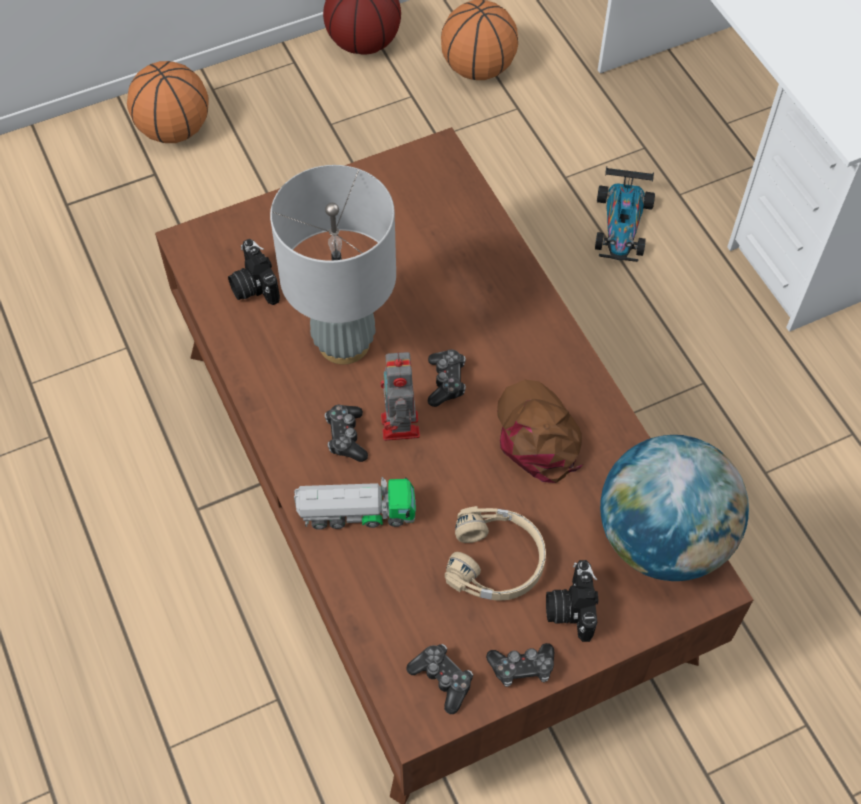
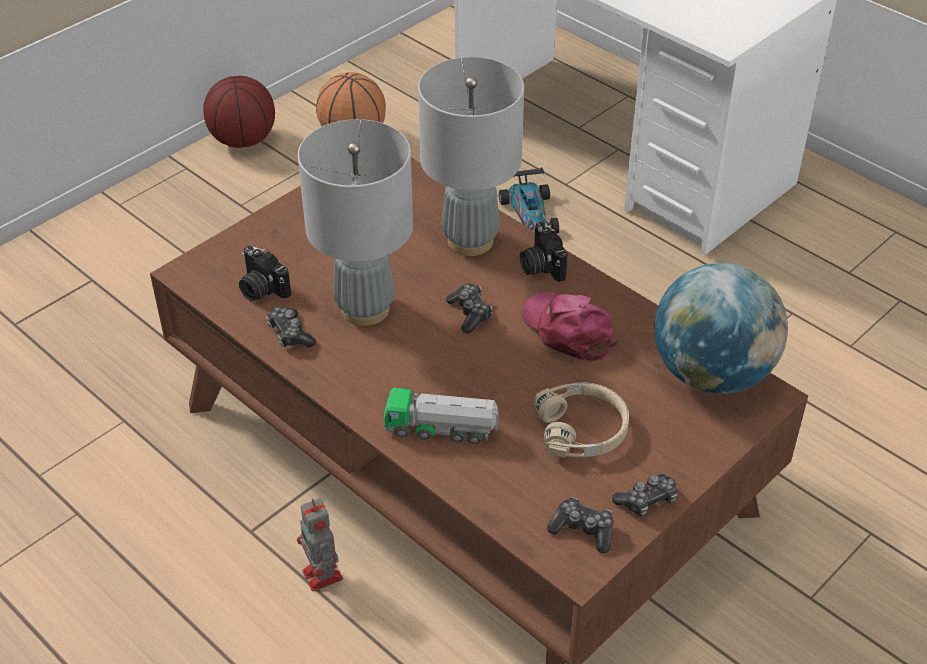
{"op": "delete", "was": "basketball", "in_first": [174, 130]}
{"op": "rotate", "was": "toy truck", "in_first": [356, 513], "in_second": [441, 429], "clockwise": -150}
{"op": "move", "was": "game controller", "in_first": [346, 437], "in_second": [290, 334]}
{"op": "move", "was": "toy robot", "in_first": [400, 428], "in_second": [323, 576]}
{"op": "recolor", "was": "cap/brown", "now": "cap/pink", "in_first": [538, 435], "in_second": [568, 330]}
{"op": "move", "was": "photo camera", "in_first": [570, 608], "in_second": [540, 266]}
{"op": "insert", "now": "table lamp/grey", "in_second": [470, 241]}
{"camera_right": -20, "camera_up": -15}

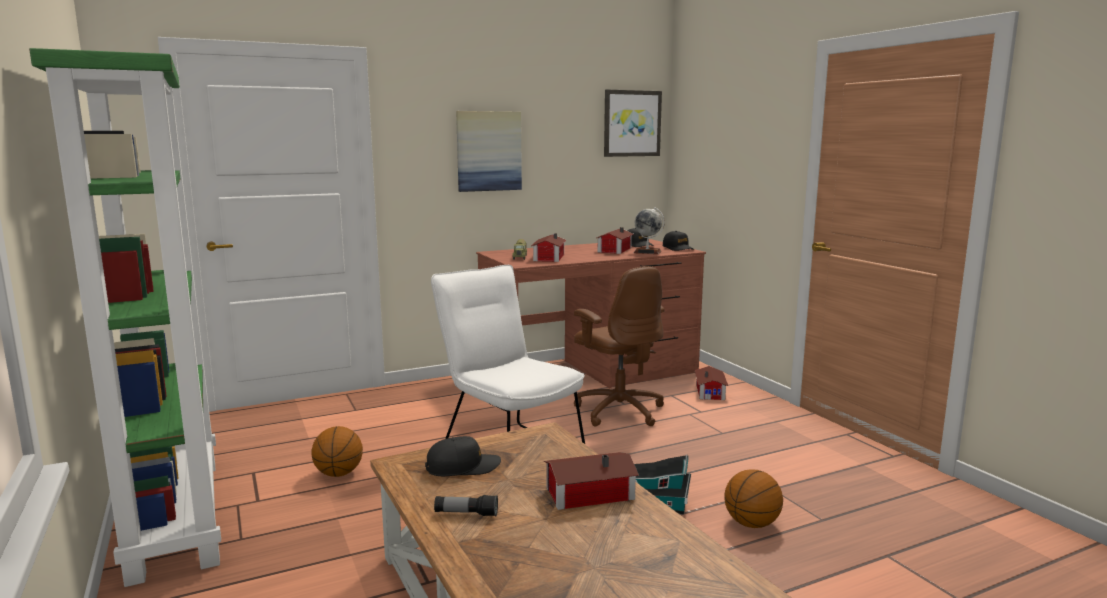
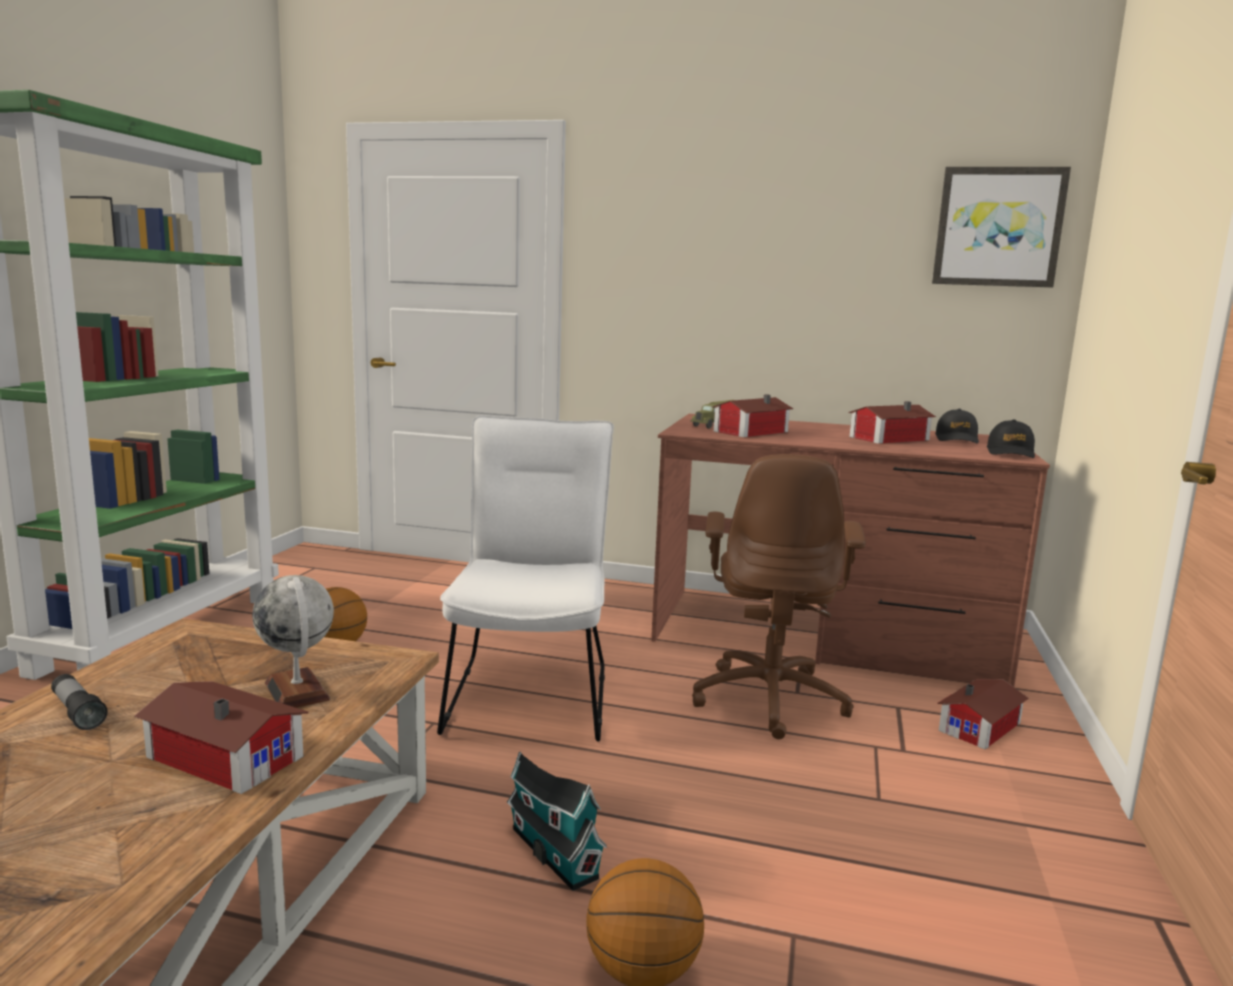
{"op": "delete", "was": "cap/black", "in_first": [463, 467]}
{"op": "delete", "was": "picture", "in_first": [488, 151]}
{"op": "move", "was": "globe", "in_first": [647, 252], "in_second": [297, 691]}
{"camera_right": 40, "camera_up": 0}

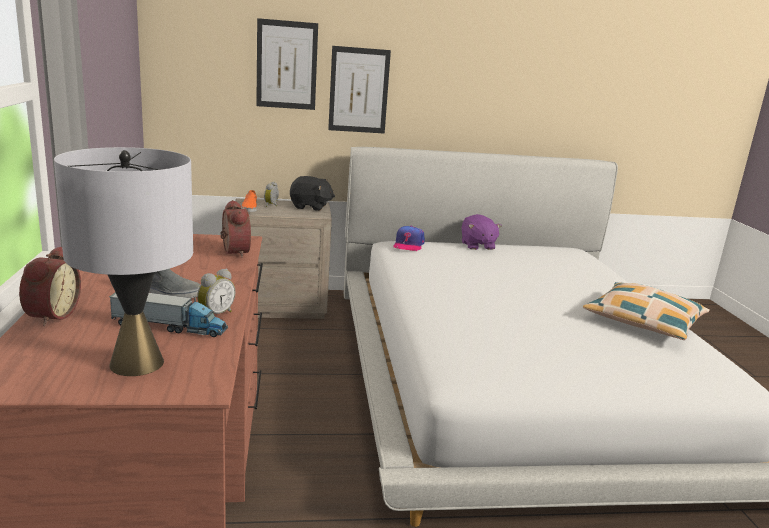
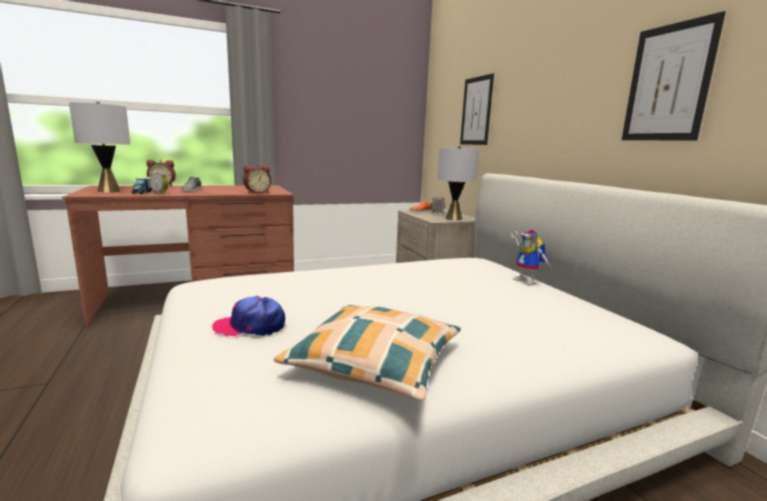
{"op": "replace", "was": "plush toy/black", "now": "table lamp/grey", "in_first": [310, 207], "in_second": [453, 218]}
{"op": "move", "was": "picture", "in_first": [359, 90], "in_second": [668, 83]}
{"op": "move", "was": "cap", "in_first": [408, 245], "in_second": [250, 326]}
{"op": "replace", "was": "plush toy/purple", "now": "toy robot", "in_first": [477, 246], "in_second": [528, 282]}
{"camera_right": 75, "camera_up": -5}

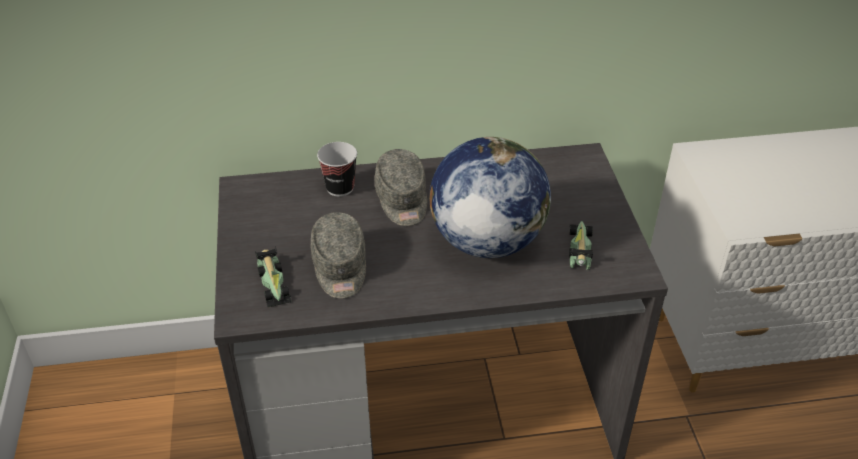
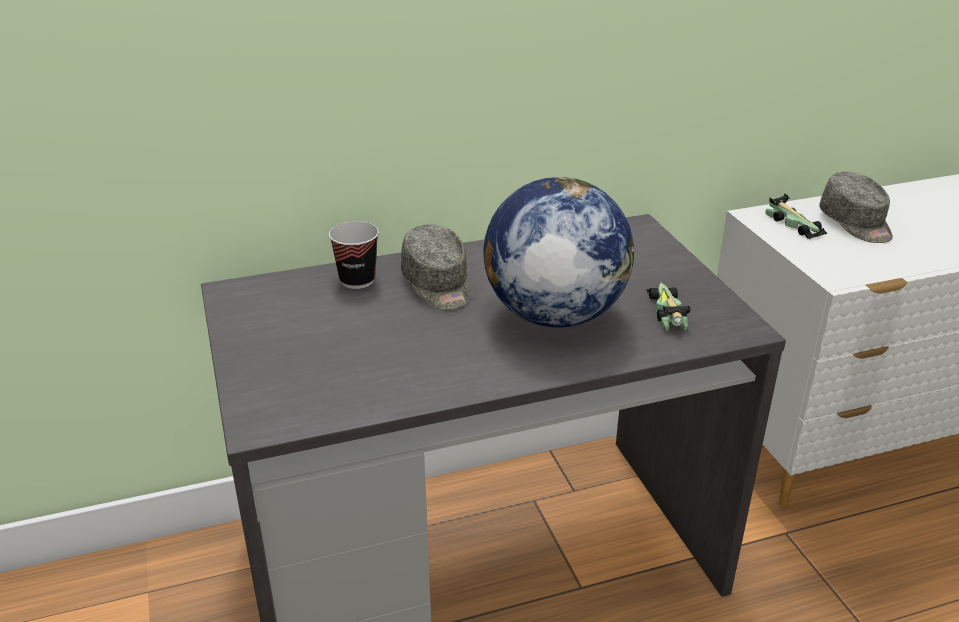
{"op": "move", "was": "toy car", "in_first": [272, 281], "in_second": [792, 223]}
{"op": "move", "was": "cap/grey", "in_first": [340, 267], "in_second": [856, 224]}
{"camera_right": -10, "camera_up": -10}

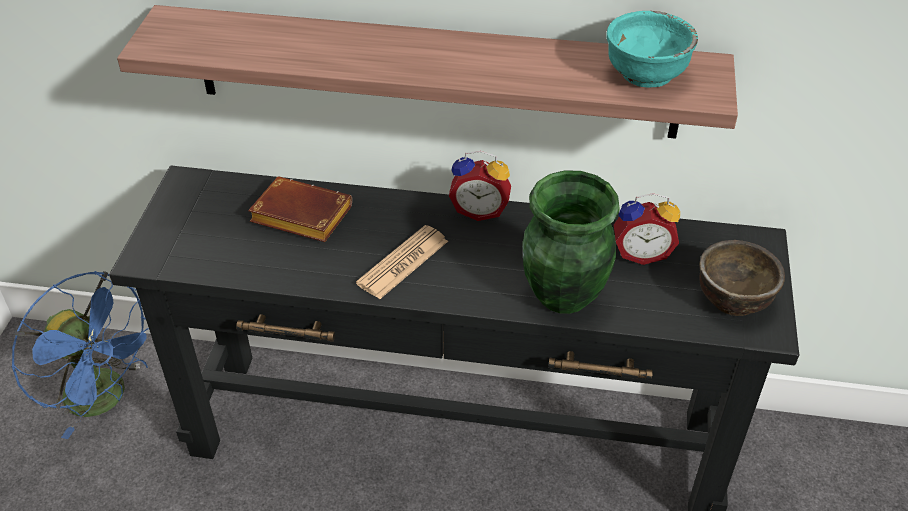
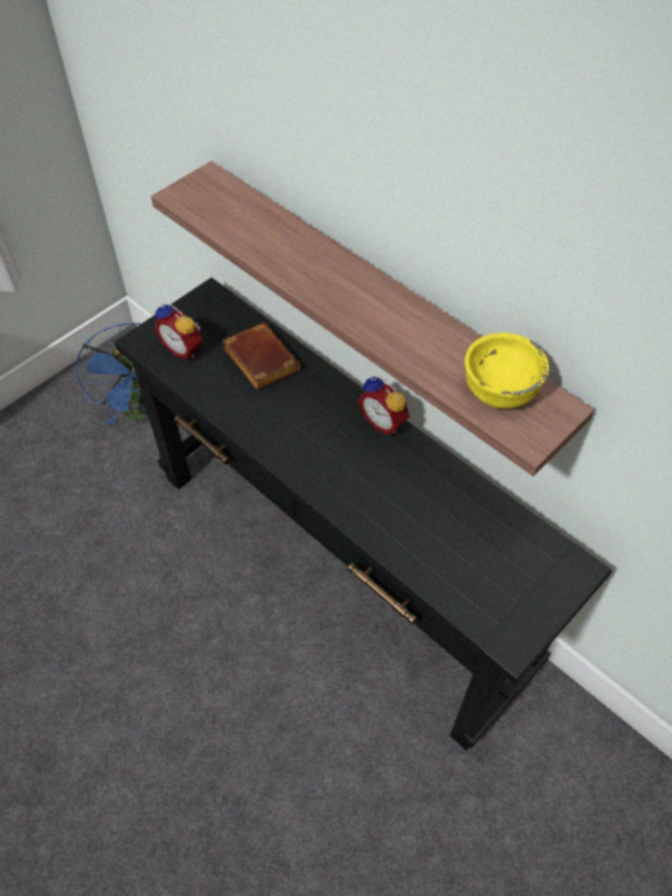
{"op": "delete", "was": "newspaper", "in_first": [403, 262]}
{"op": "delete", "was": "vase/green", "in_first": [564, 296]}
{"op": "recolor", "was": "bowl/turquoise", "now": "bowl/yellow", "in_first": [646, 74], "in_second": [500, 391]}
{"op": "move", "was": "alarm clock", "in_first": [641, 252], "in_second": [184, 348]}
{"op": "delete", "was": "bowl/brown", "in_first": [732, 298]}
{"camera_right": 35, "camera_up": 10}

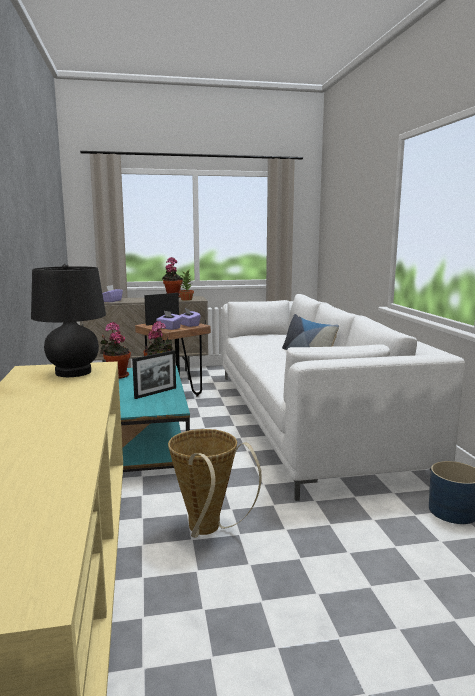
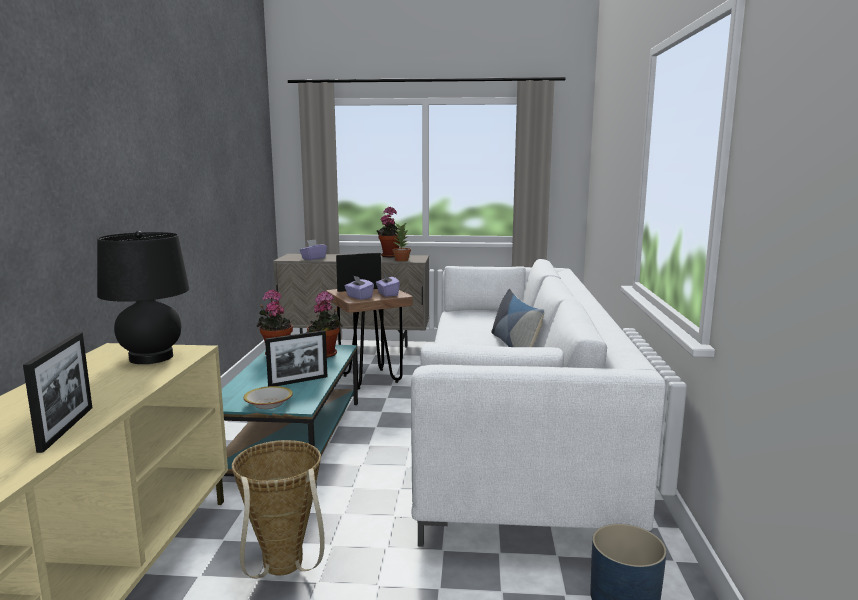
{"op": "insert", "now": "picture frame", "in_second": [66, 428]}
{"op": "insert", "now": "bowl", "in_second": [269, 404]}
{"camera_right": 15, "camera_up": 0}

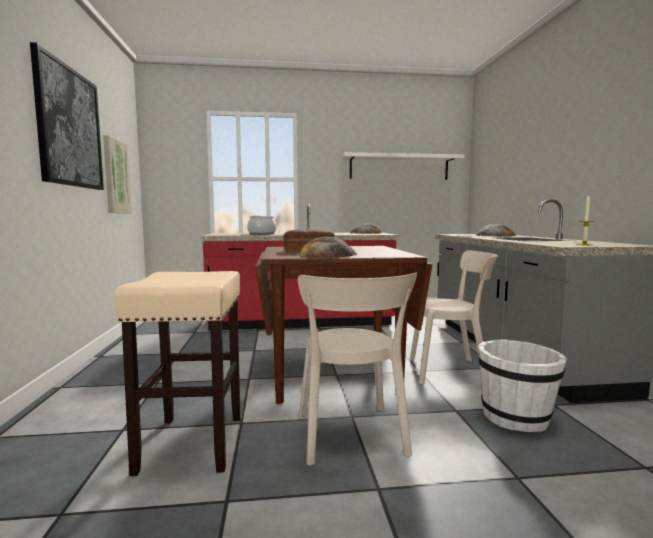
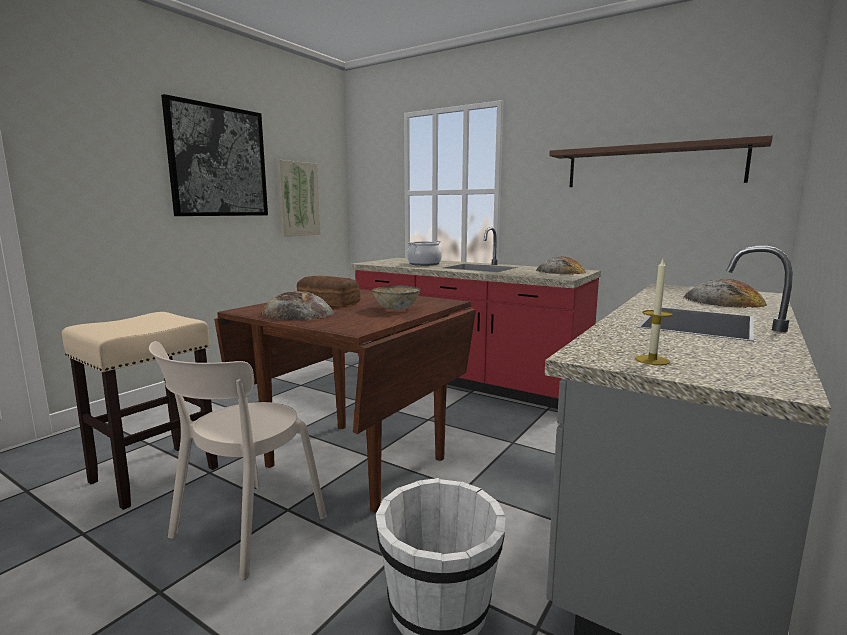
{"op": "recolor", "was": "shelf/white", "now": "shelf/brown", "in_first": [399, 167], "in_second": [652, 166]}
{"op": "delete", "was": "chair/beige", "in_first": [451, 371]}
{"op": "insert", "now": "bowl", "in_second": [397, 308]}
{"camera_right": 40, "camera_up": 5}

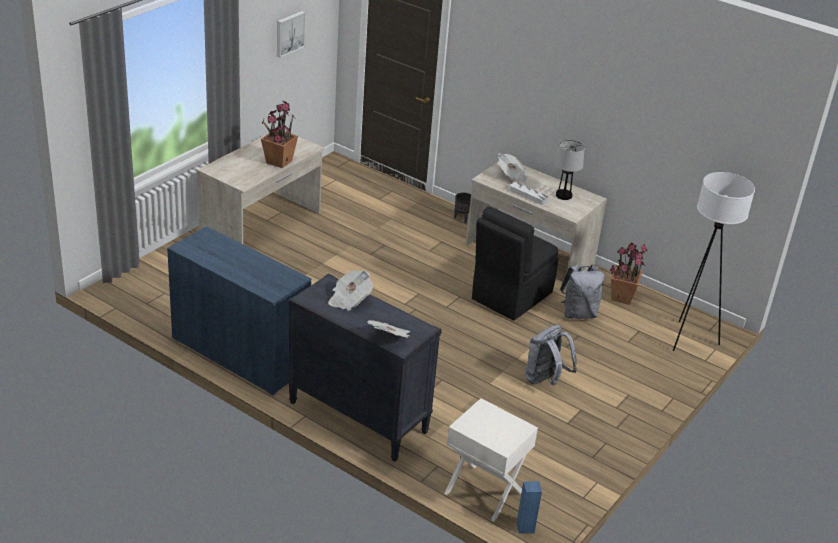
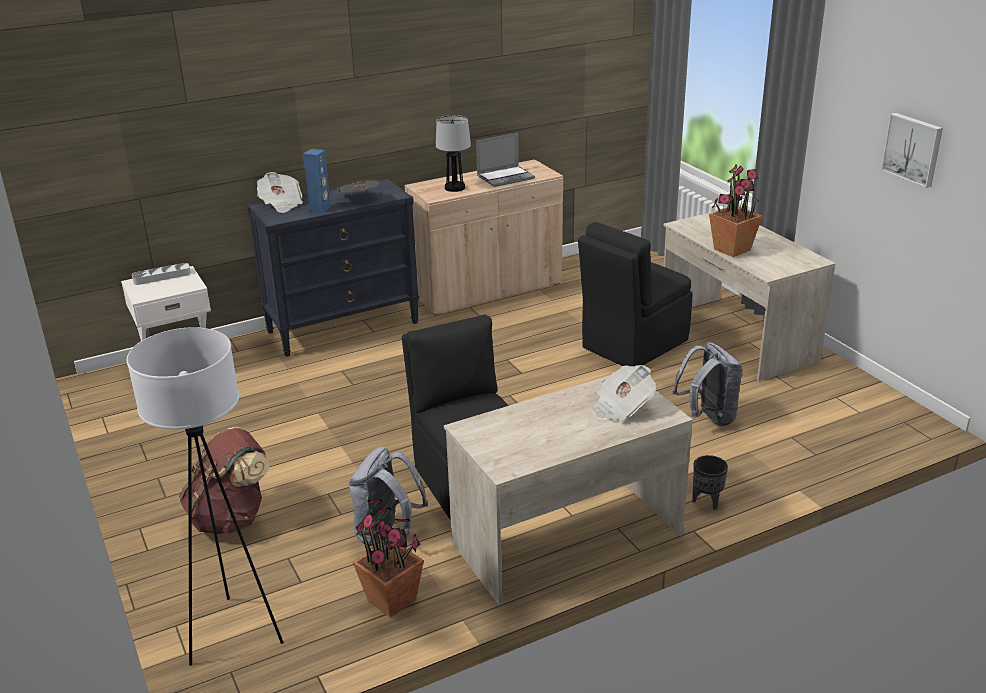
{"op": "recolor", "was": "cabinet/blue", "now": "cabinet/beige", "in_first": [240, 354], "in_second": [487, 289]}
{"op": "move", "was": "tray/grey", "in_first": [528, 195], "in_second": [162, 277]}
{"op": "move", "was": "speaker/blue", "in_first": [525, 527], "in_second": [320, 209]}
{"op": "move", "was": "backpack/grey", "in_first": [545, 380], "in_second": [708, 417]}
{"op": "move", "was": "table lamp", "in_first": [563, 195], "in_second": [455, 188]}
{"op": "insert", "now": "backpack/brown", "in_second": [231, 518]}
{"op": "insert", "now": "laptop", "in_second": [506, 177]}
{"op": "insert", "now": "chair/black", "in_second": [632, 345]}
{"camera_right": 120, "camera_up": -5}

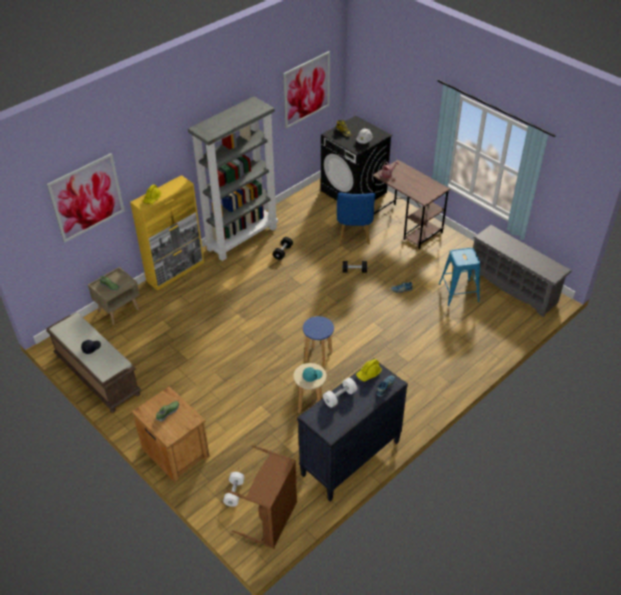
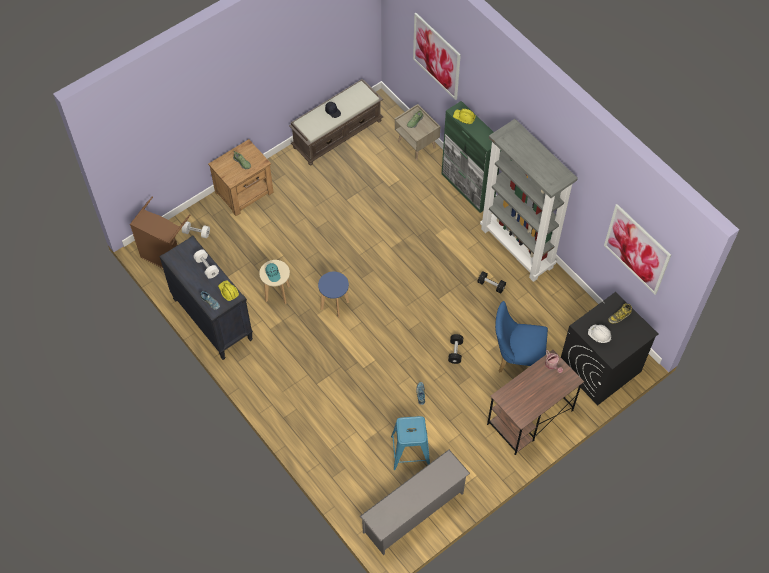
{"op": "recolor", "was": "cabinet/yellow", "now": "cabinet/green", "in_first": [176, 272], "in_second": [467, 189]}
{"camera_right": 95, "camera_up": 15}

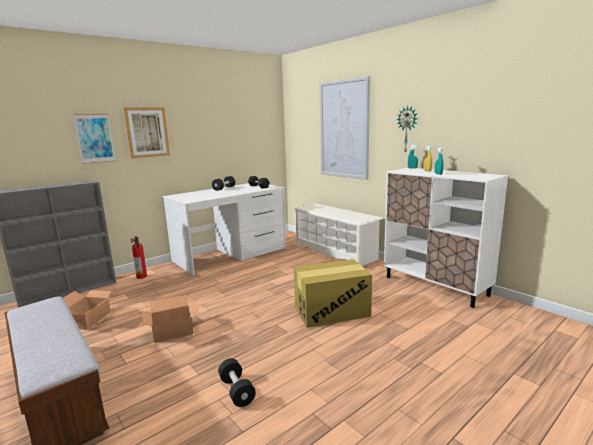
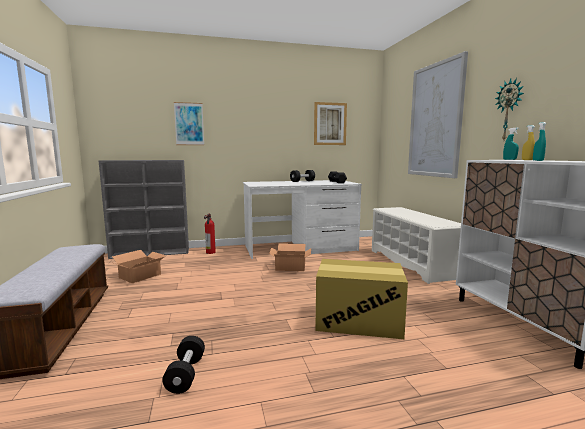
{"op": "move", "was": "picture", "in_first": [147, 132], "in_second": [330, 124]}
{"op": "move", "was": "cardboard box", "in_first": [173, 331], "in_second": [290, 267]}
{"camera_right": 25, "camera_up": -5}

